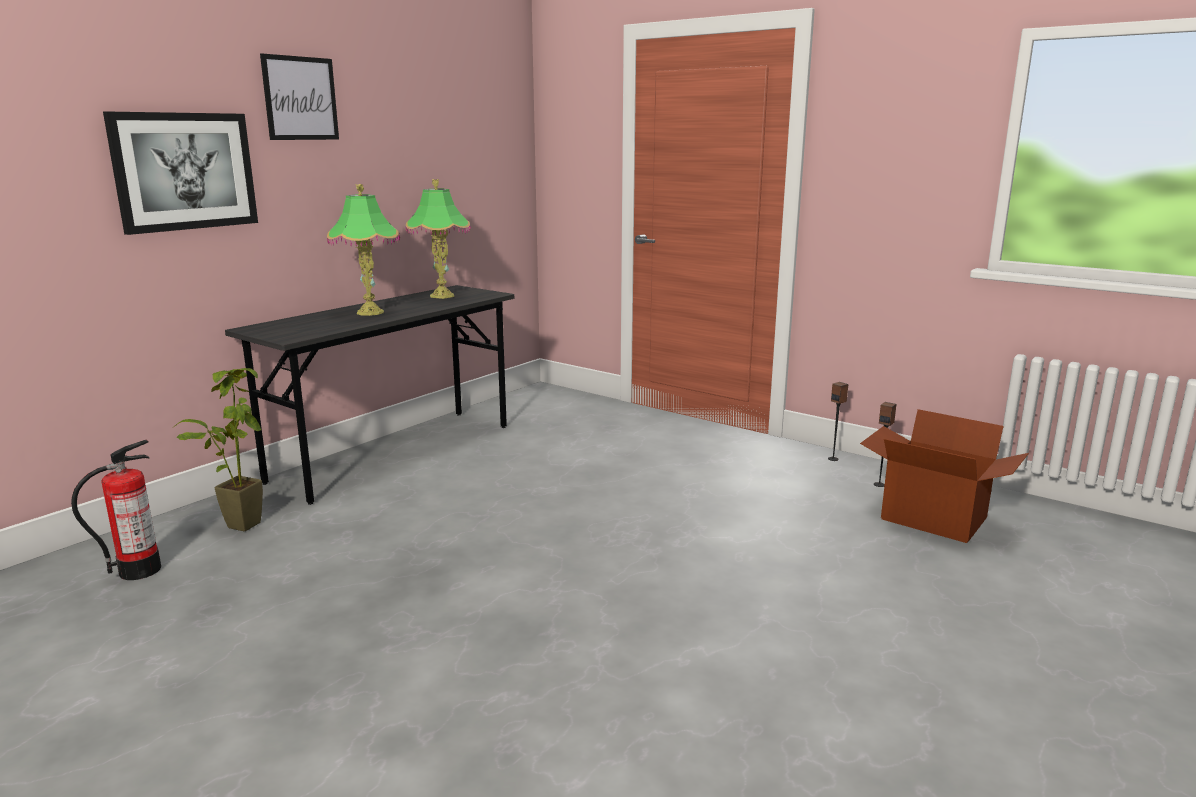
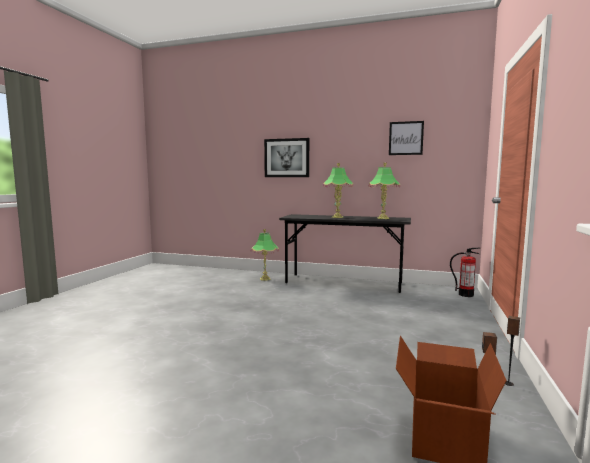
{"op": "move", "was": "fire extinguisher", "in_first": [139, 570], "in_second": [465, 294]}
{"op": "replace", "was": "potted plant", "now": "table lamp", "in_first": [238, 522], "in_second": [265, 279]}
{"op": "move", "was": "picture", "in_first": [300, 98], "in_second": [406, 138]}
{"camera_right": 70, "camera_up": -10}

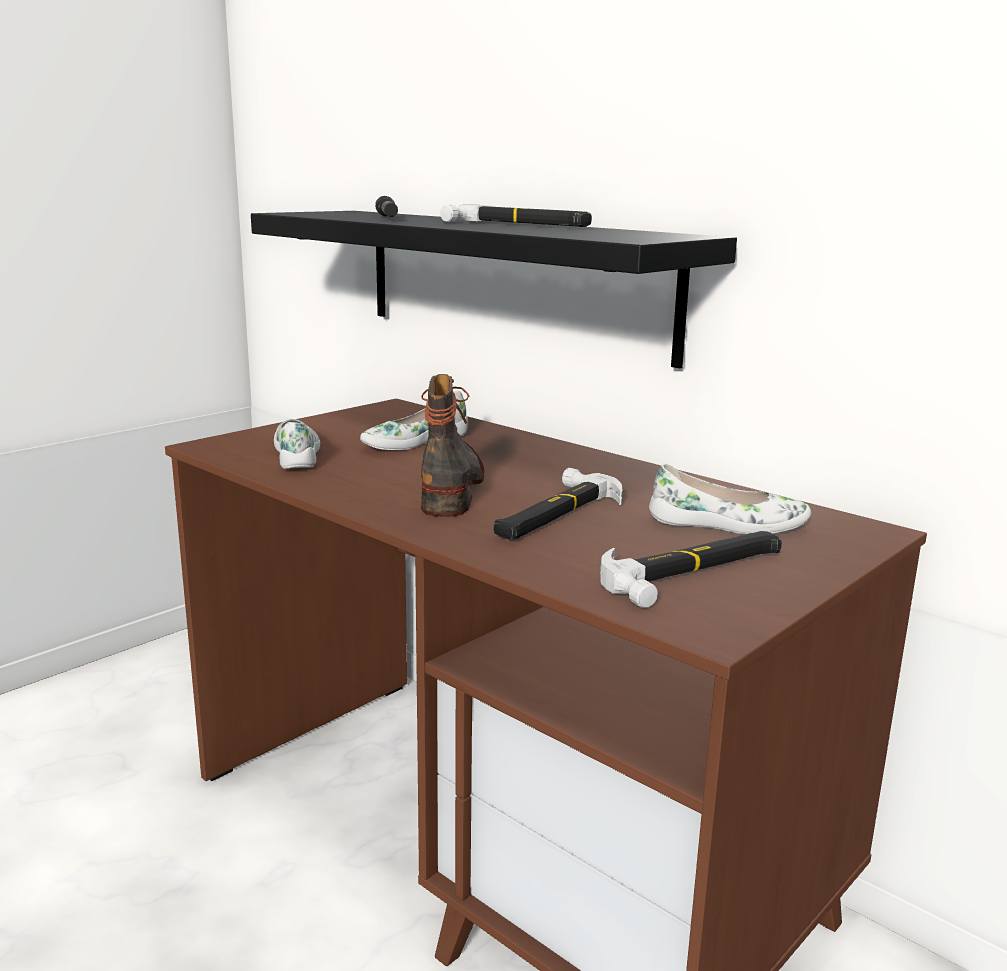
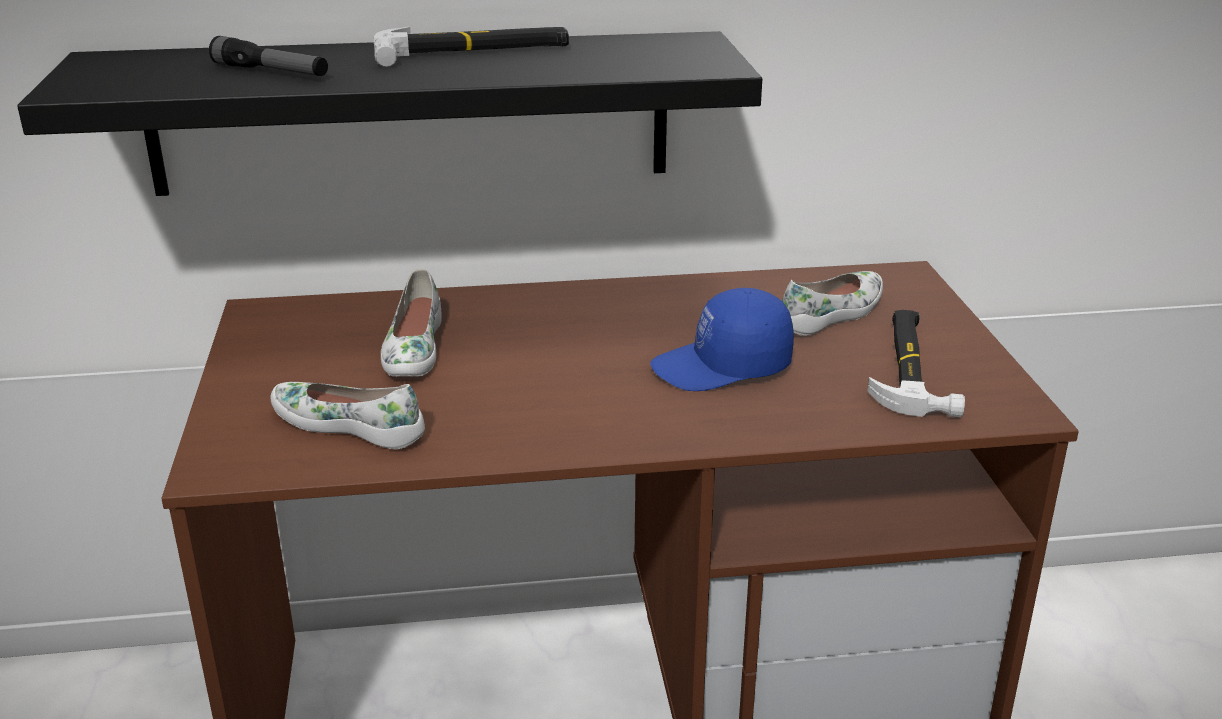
{"op": "delete", "was": "boot", "in_first": [451, 486]}
{"op": "replace", "was": "hammer", "now": "cap/blue", "in_first": [555, 514], "in_second": [722, 367]}
{"camera_right": -50, "camera_up": 10}

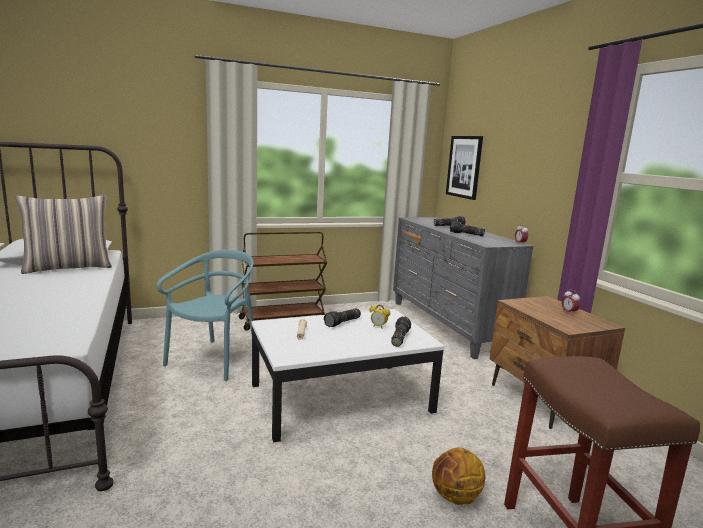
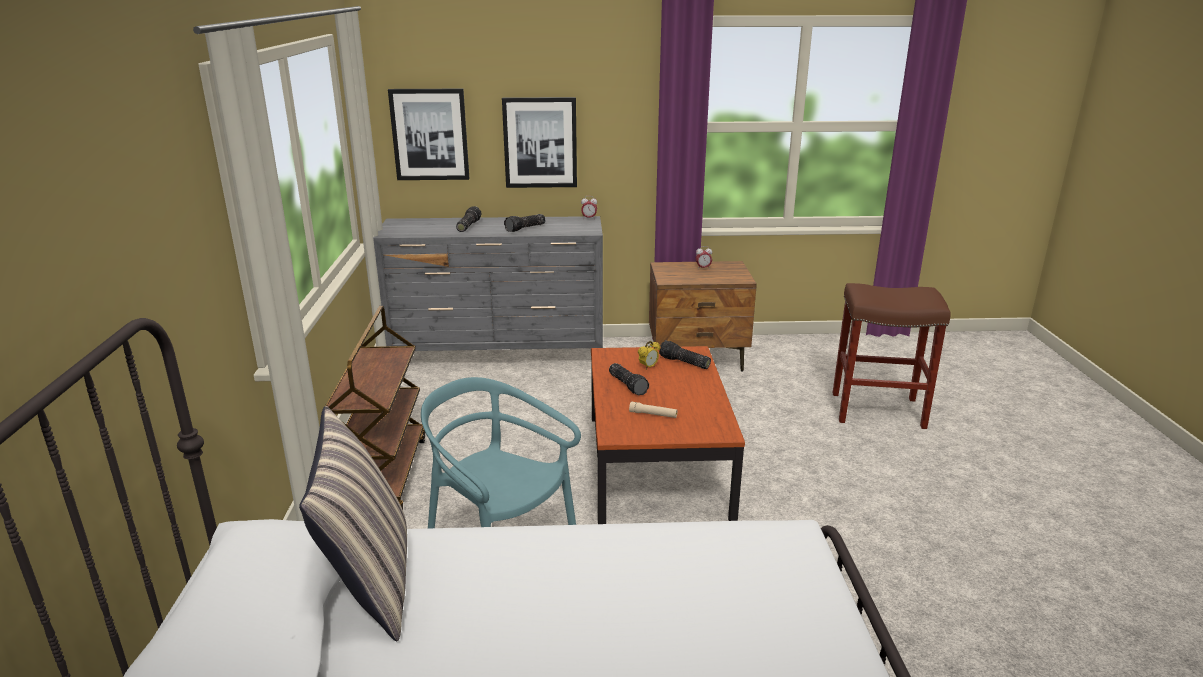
{"op": "recolor", "was": "coffee table/white", "now": "coffee table/brown", "in_first": [341, 398], "in_second": [656, 465]}
{"op": "delete", "was": "basketball", "in_first": [455, 497]}
{"op": "insert", "now": "picture", "in_second": [540, 142]}
{"camera_right": -70, "camera_up": 10}

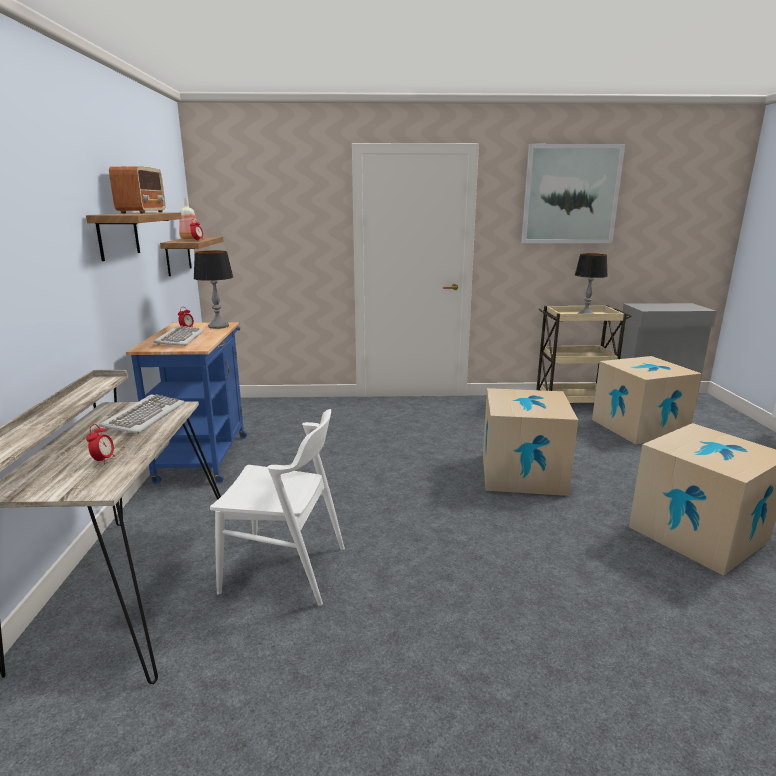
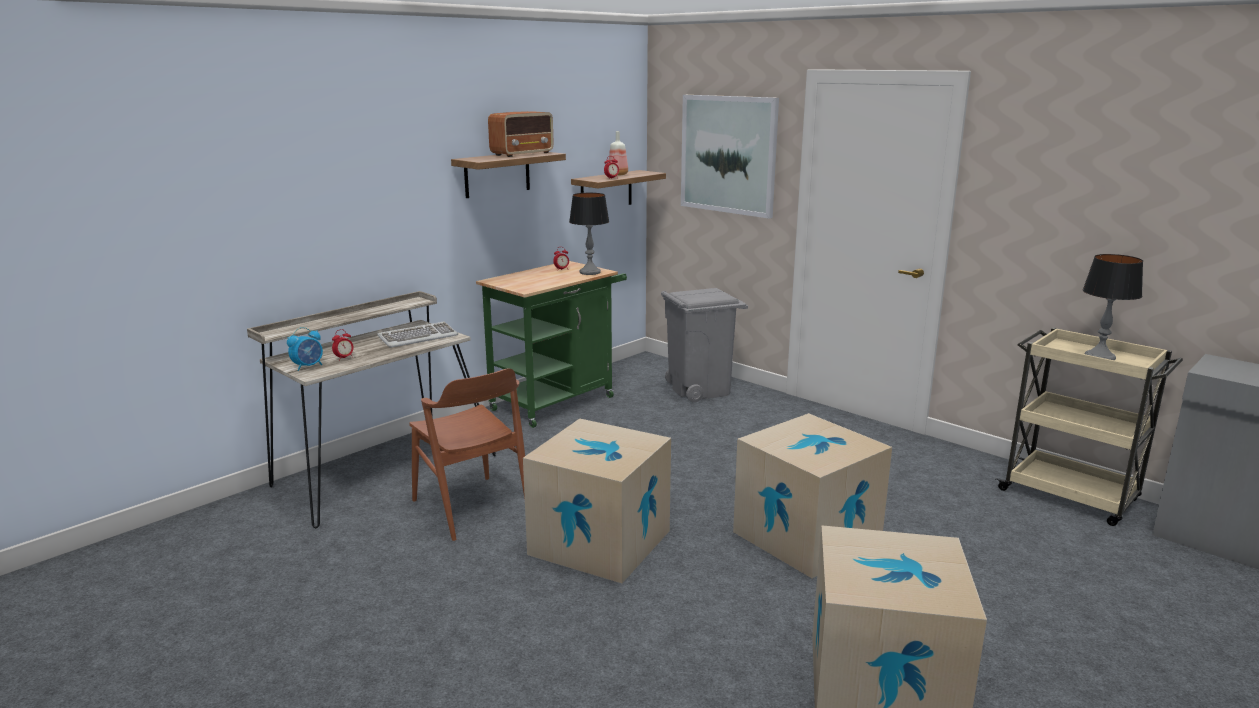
{"op": "recolor", "was": "cart/blue", "now": "cart/green", "in_first": [205, 454], "in_second": [558, 401]}
{"op": "delete", "was": "keyboard", "in_first": [179, 339]}
{"op": "recolor", "was": "chair/white", "now": "chair/brown", "in_first": [285, 569], "in_second": [471, 507]}
{"op": "move", "was": "picture", "in_first": [570, 195], "in_second": [728, 154]}
{"op": "move", "was": "cardboard box", "in_first": [638, 427], "in_second": [600, 542]}
{"op": "insert", "now": "alarm clock", "in_second": [308, 366]}
{"op": "insert", "now": "trash can/grey", "in_second": [699, 390]}
{"camera_right": 45, "camera_up": 0}

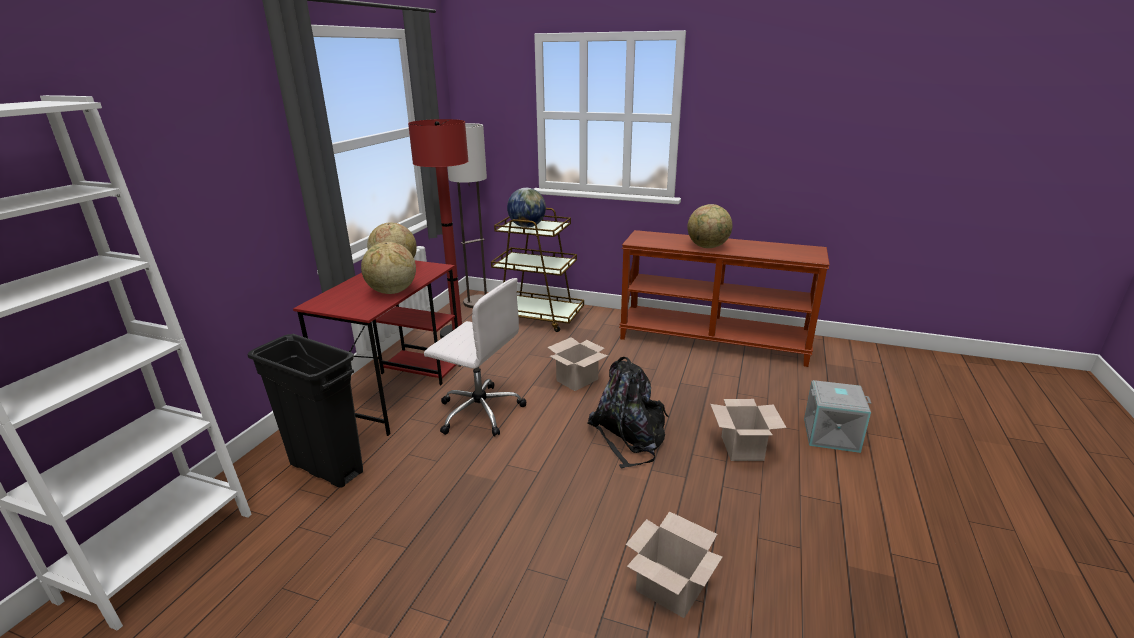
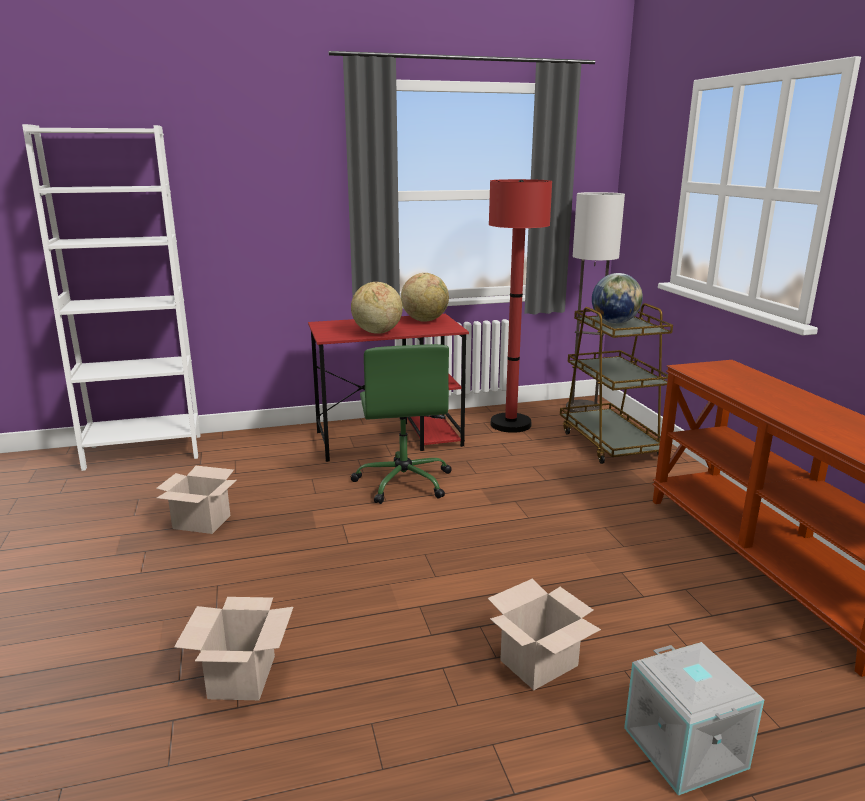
{"op": "delete", "was": "trash can/black", "in_first": [327, 468]}
{"op": "recolor", "was": "office chair/white", "now": "office chair/green", "in_first": [479, 411], "in_second": [404, 482]}
{"op": "move", "was": "cardboard box", "in_first": [577, 380], "in_second": [200, 522]}
{"op": "delete", "was": "backpack/black", "in_first": [629, 436]}
{"op": "delete", "was": "globe", "in_first": [708, 247]}
{"camera_right": 55, "camera_up": -5}

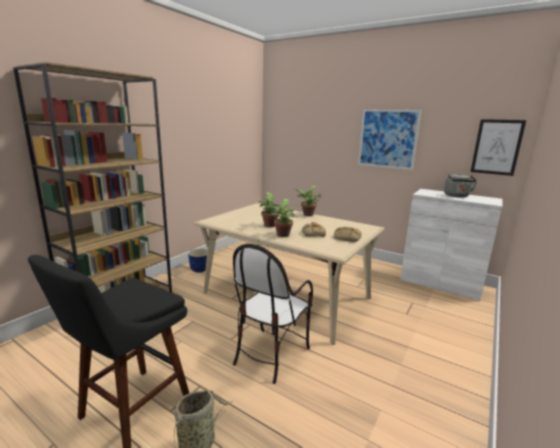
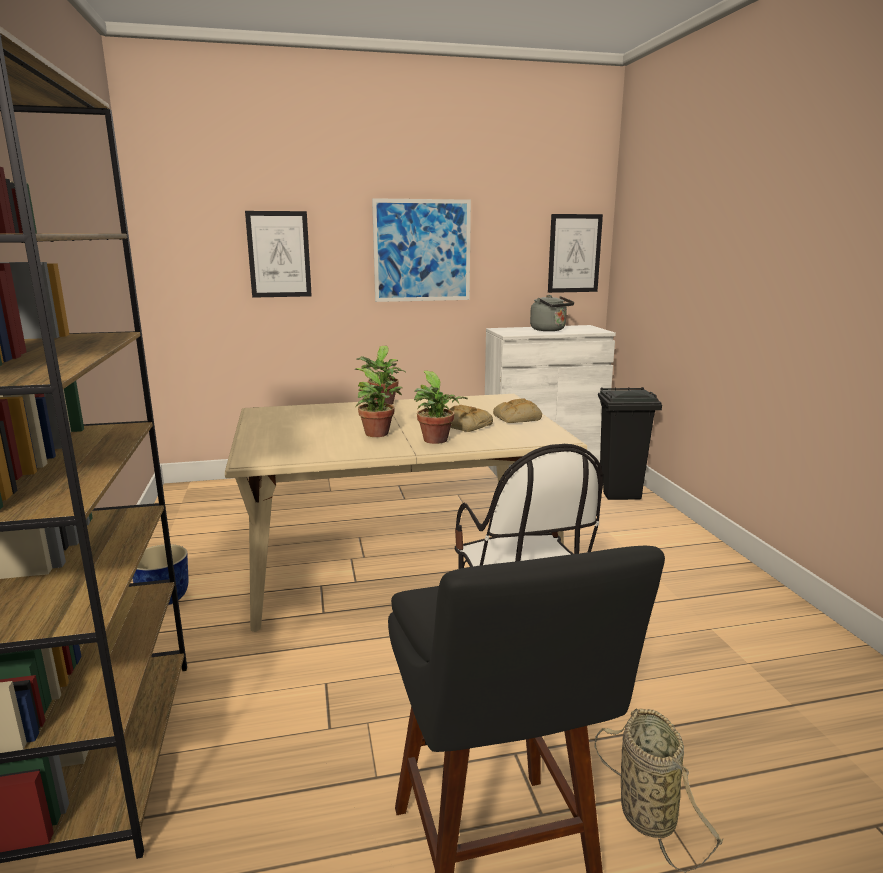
{"op": "insert", "now": "picture", "in_second": [279, 254]}
{"op": "insert", "now": "trash can/black", "in_second": [620, 494]}
{"camera_right": -45, "camera_up": 0}

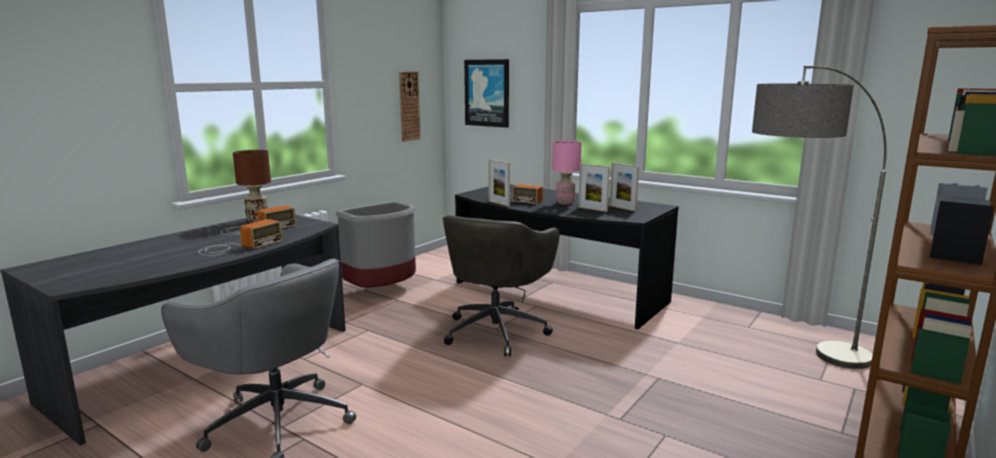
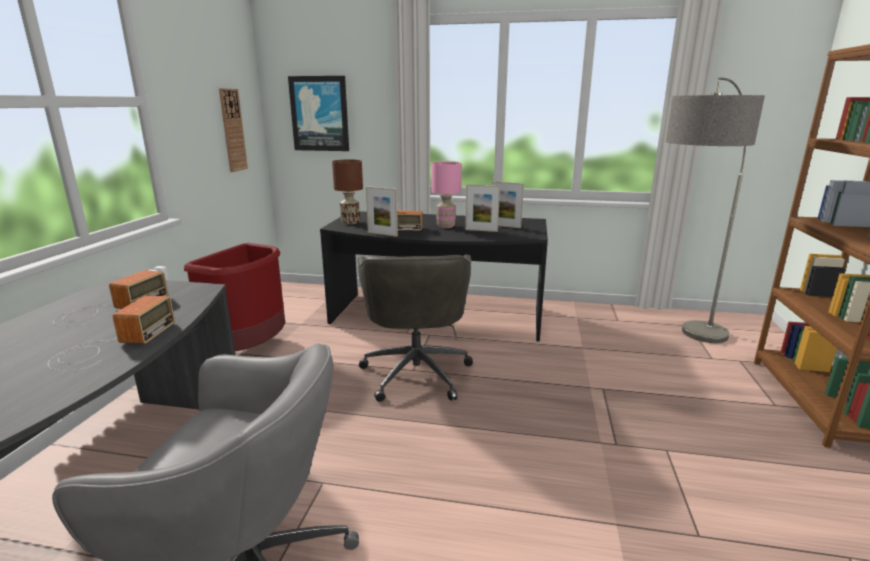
{"op": "move", "was": "table lamp/brown", "in_first": [257, 220], "in_second": [350, 222]}
{"op": "recolor", "was": "trash can/grey", "now": "trash can/red", "in_first": [383, 290], "in_second": [250, 348]}
{"camera_right": -25, "camera_up": 5}

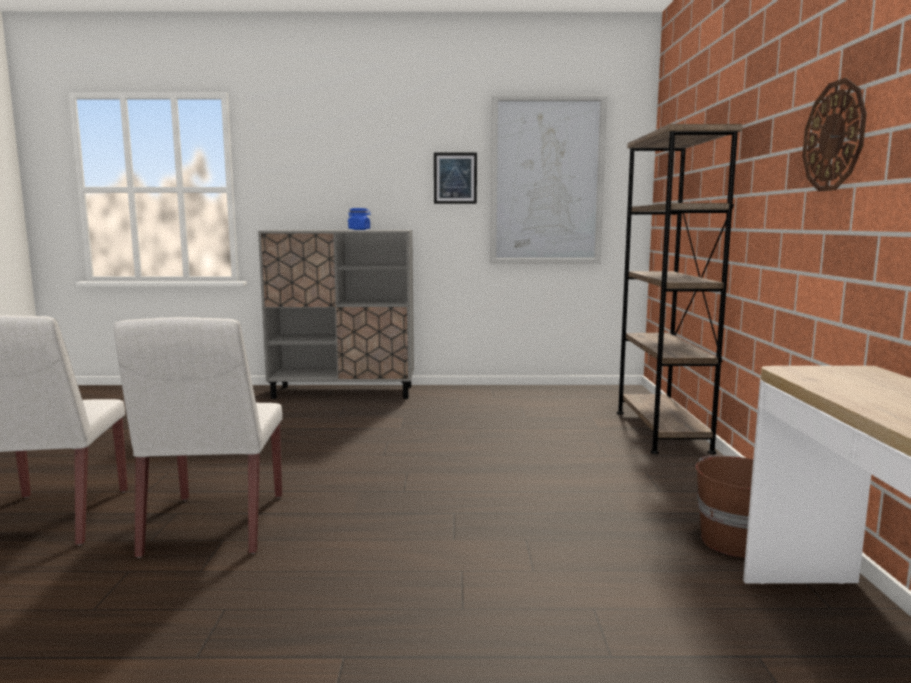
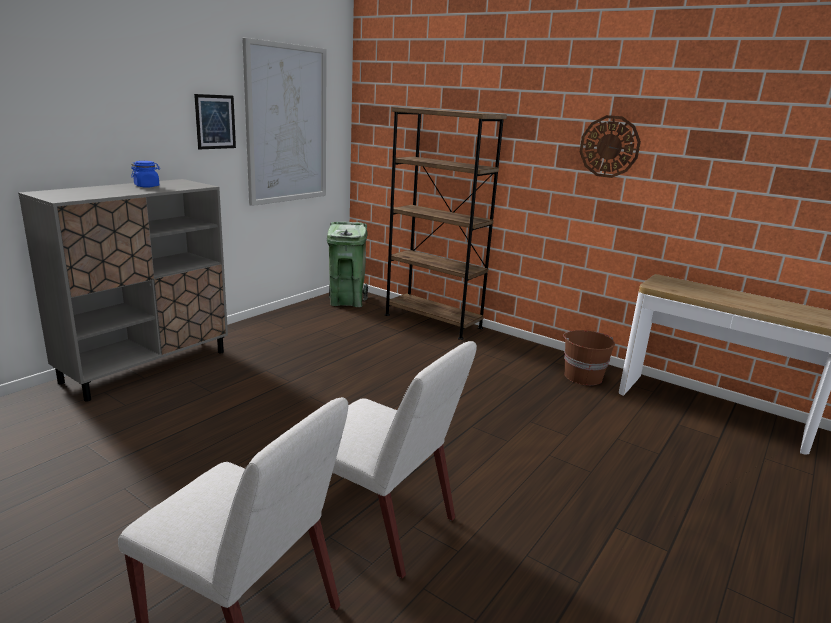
{"op": "insert", "now": "trash can/green", "in_second": [347, 301]}
{"camera_right": -55, "camera_up": 10}

